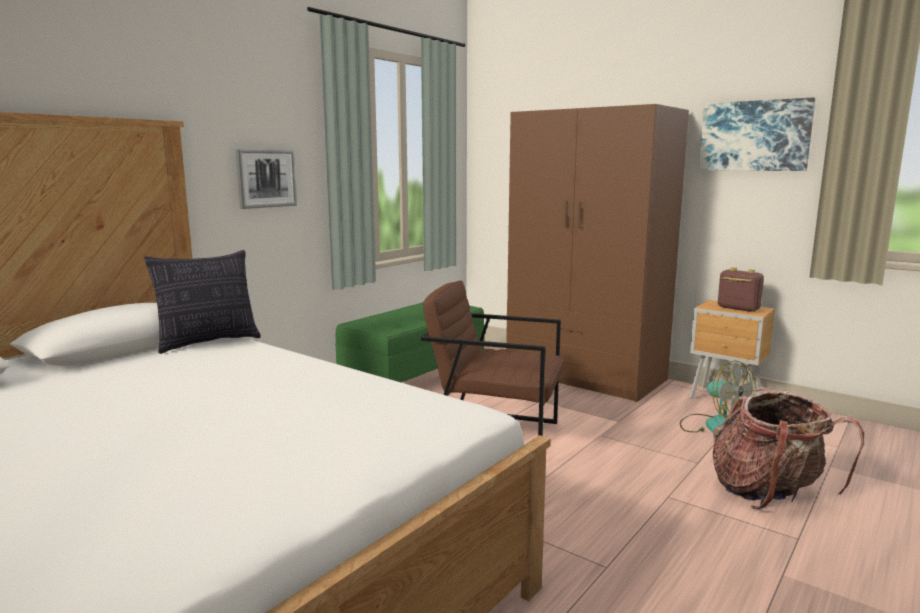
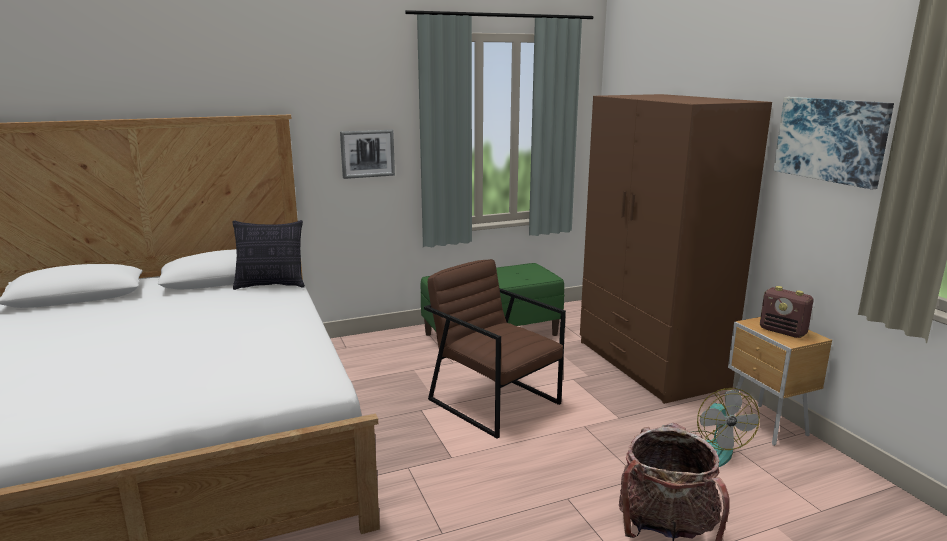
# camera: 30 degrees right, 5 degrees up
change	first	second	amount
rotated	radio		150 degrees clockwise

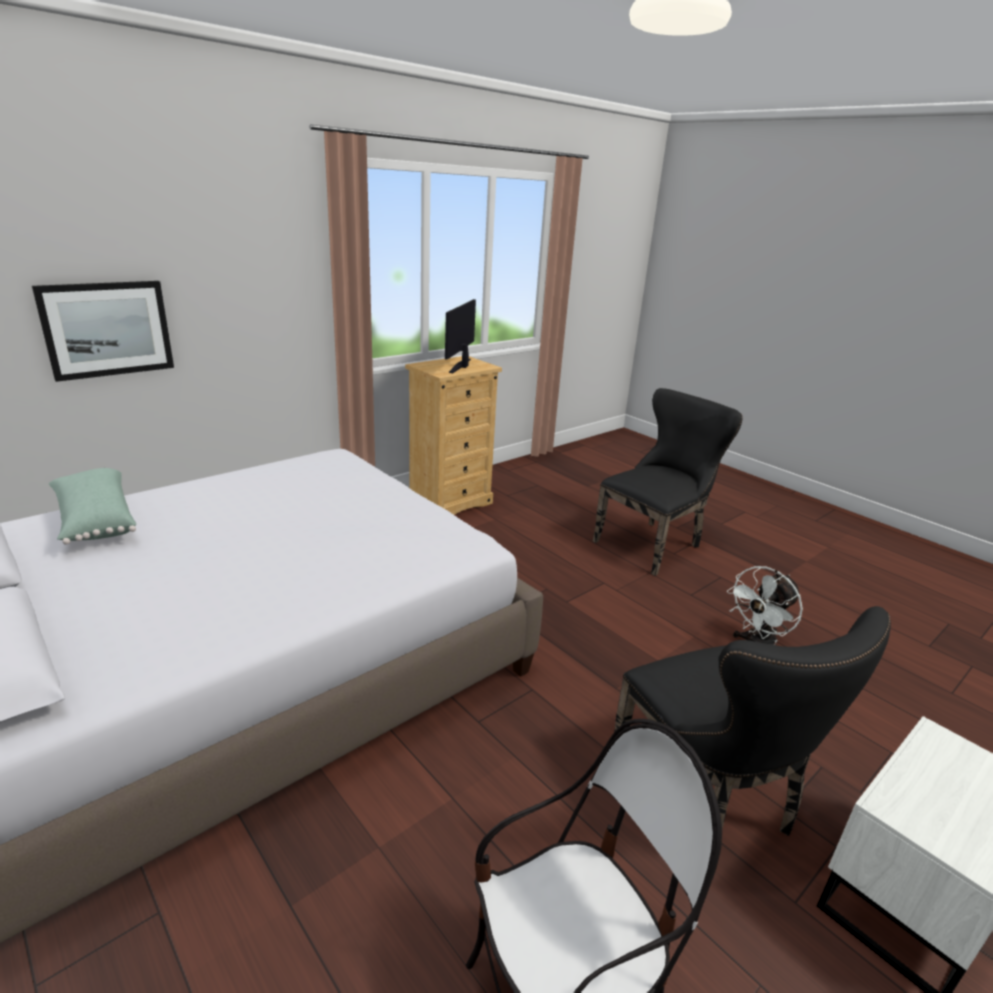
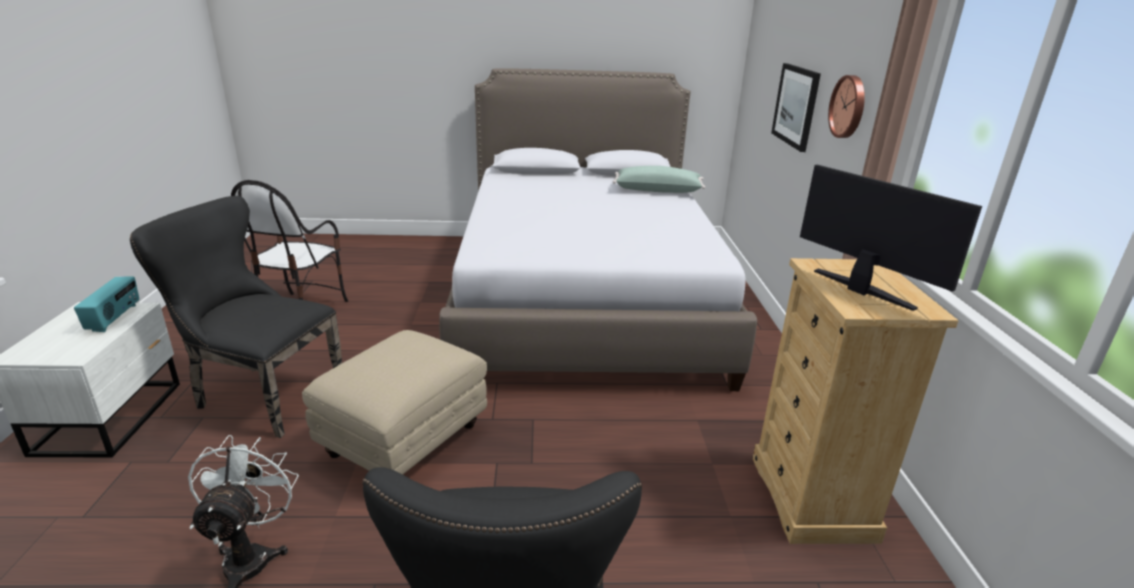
# camera: 130 degrees right, 0 degrees up
change	first	second	amount
new		wall clock	
new		radio	
new		beige ottoman	

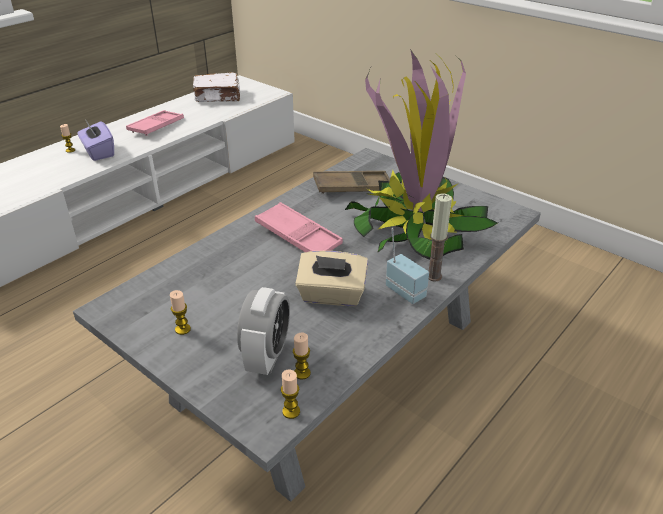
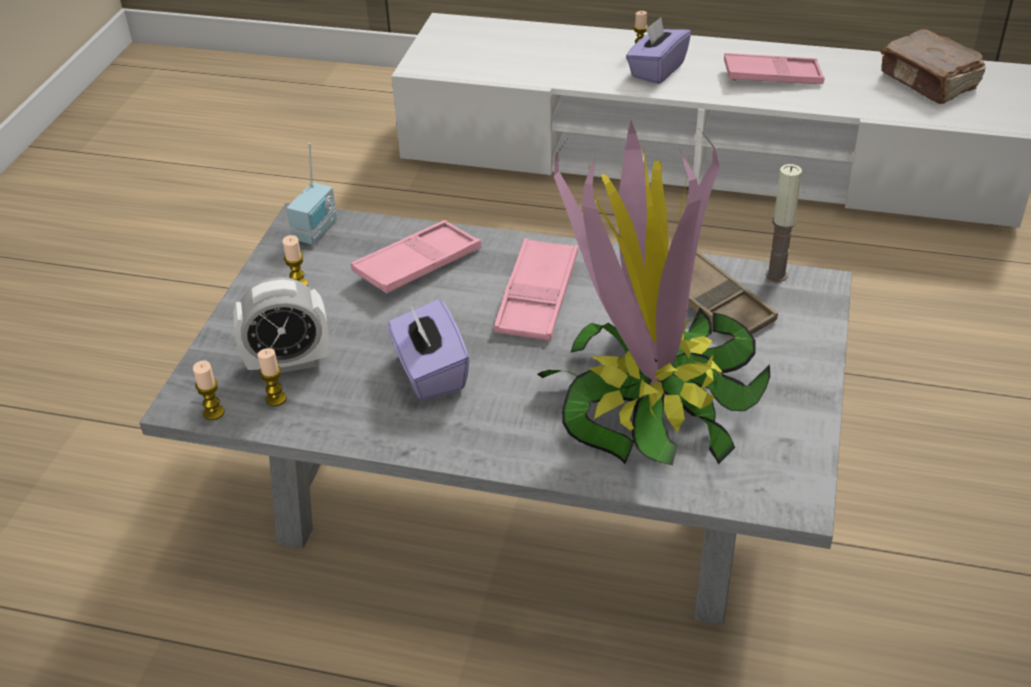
# camera: 65 degrees right, 5 degrees up
change	first	second	amount
repainted	white book	brown book	
shifted	candle (no. 5 from left)		
shifted	radio		
repainted	beige tissue box	purple tissue box (no. 1 from left)	
new		pink tray (no. 1 from left)	

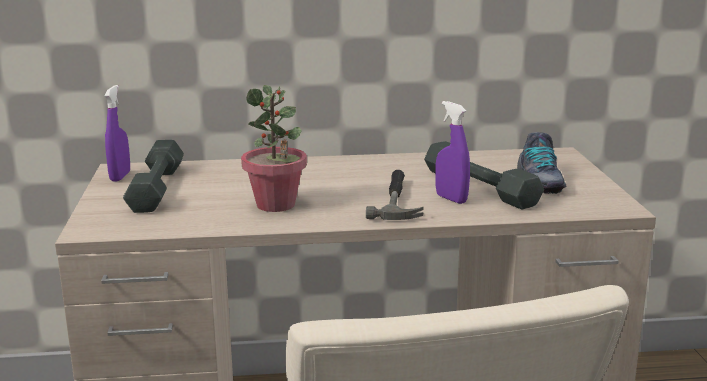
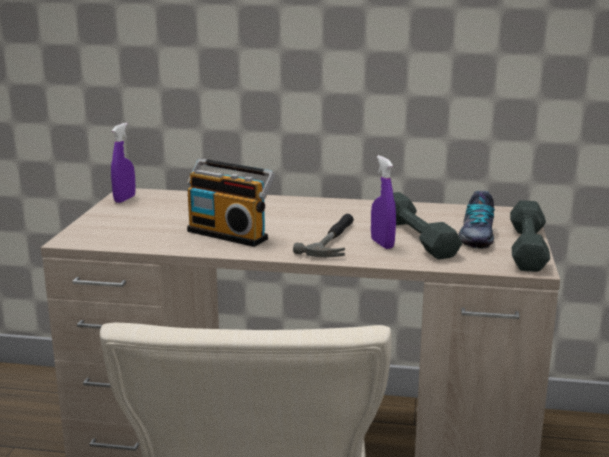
# camera: 15 degrees right, 0 degrees up
change	first	second	amount
swapped	potted plant	radio	
shifted	grey dumbbell (no. 1 from left in the first image)	grey dumbbell (no. 2 from left)	

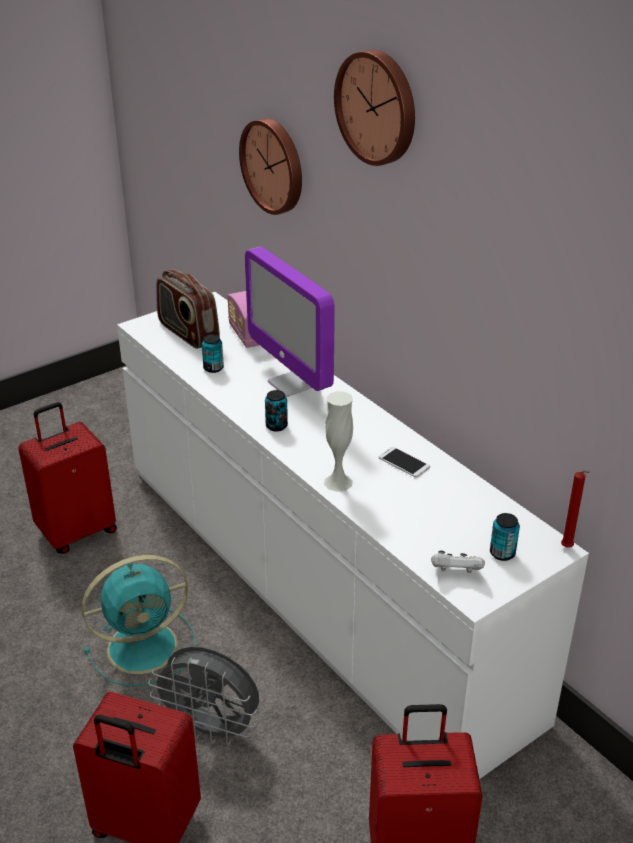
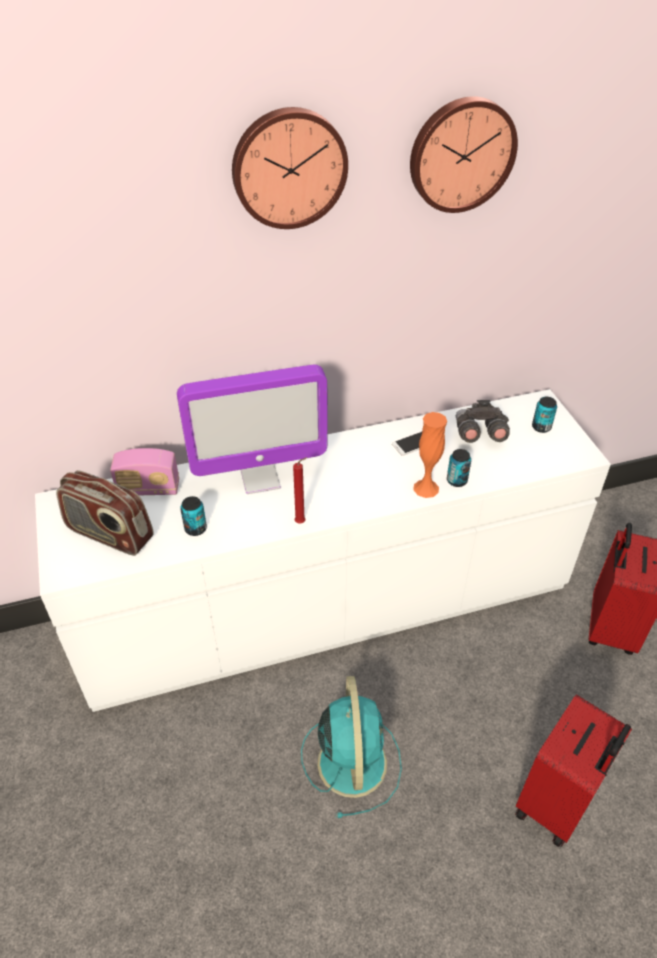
# camera: 70 degrees left, 10 degrees up
change	first	second	amount
shifted	wall clock (no. 1 from left in the first image)	wall clock (no. 2 from left)	
rotated	radio (no. 1 from left)		45 degrees clockwise
shifted	can (no. 2 from left)		
repainted	white vase	orange vase	
gone	red suitcase (no. 1 from left)		
shifted	red candle		
gone	white game controller		
gone	grey fan		
new		grey binoculars	

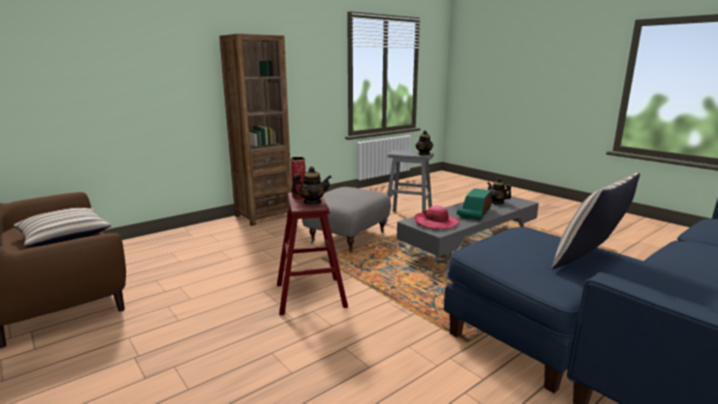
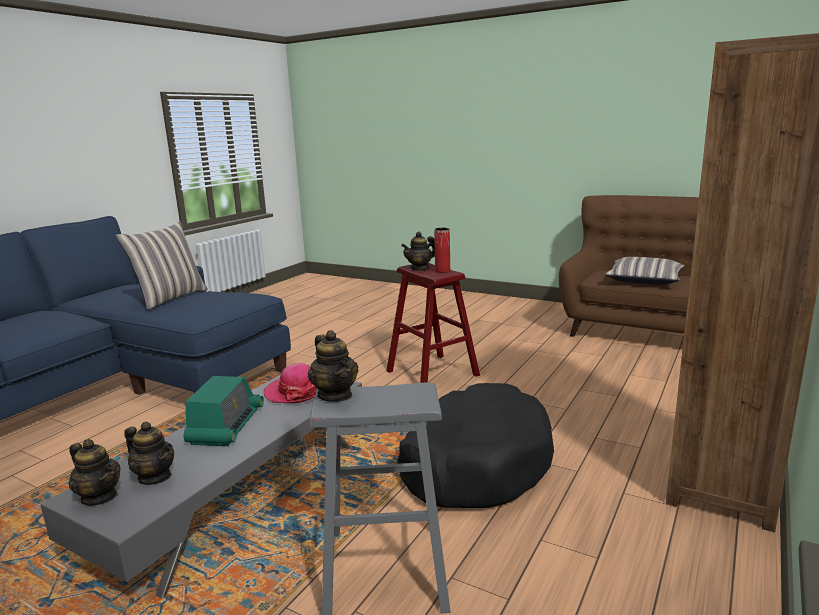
# camera: 160 degrees right, 0 degrees up
change	first	second	amount
swapped	grey ottoman	black dog bed	
new		teapot (no. 1 from left)	

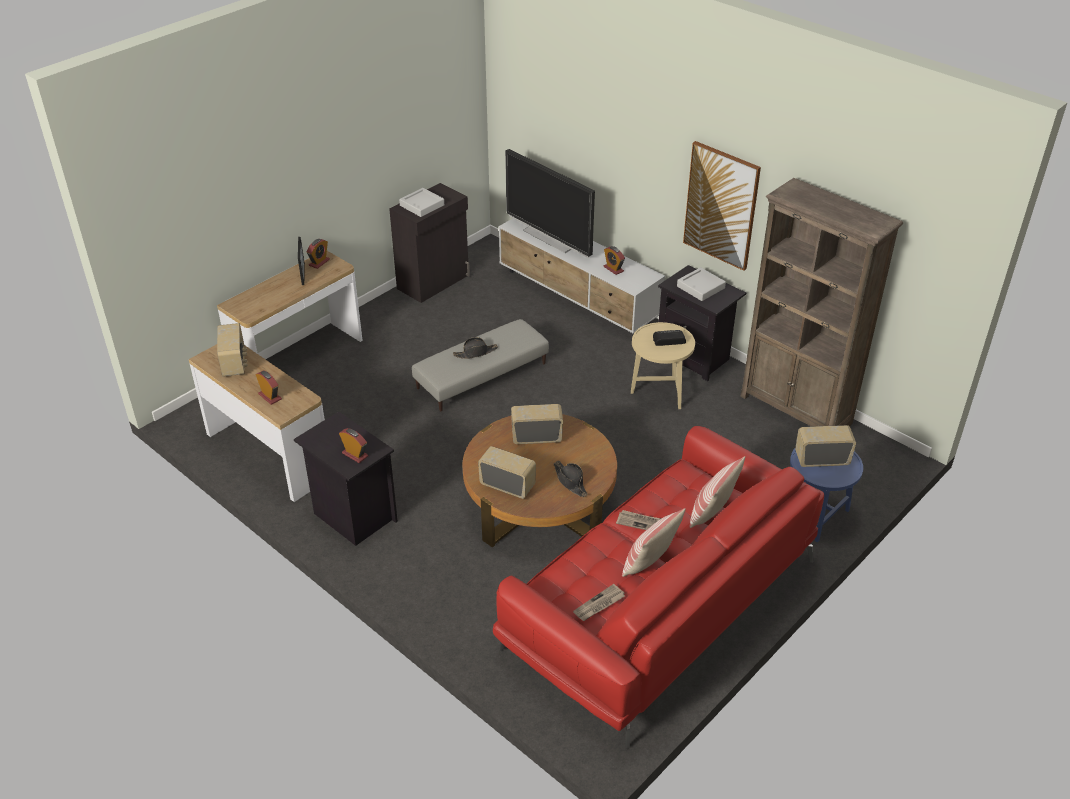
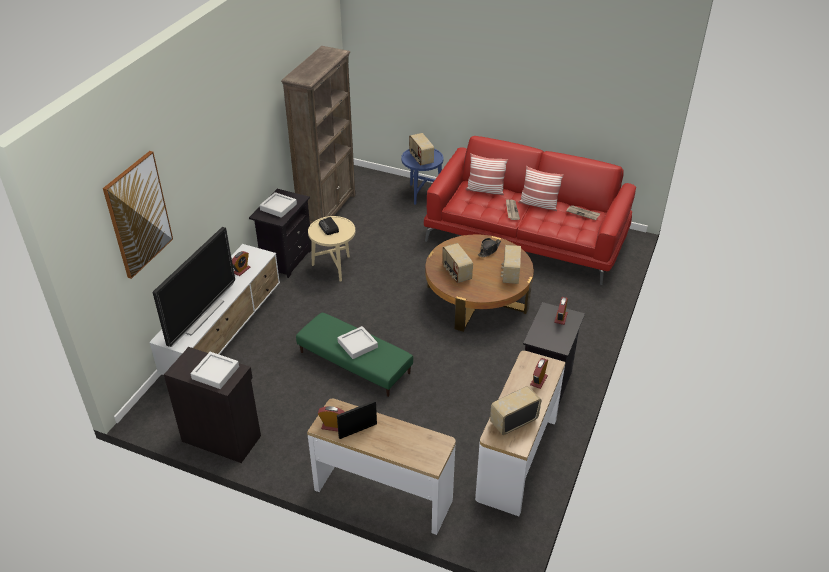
# camera: 110 degrees left, 0 degrees up
change	first	second	amount
shifted	picture		
repainted	grey ottoman	green ottoman	
swapped	black hat (no. 1 from left)	grey tray (no. 3 from left)	

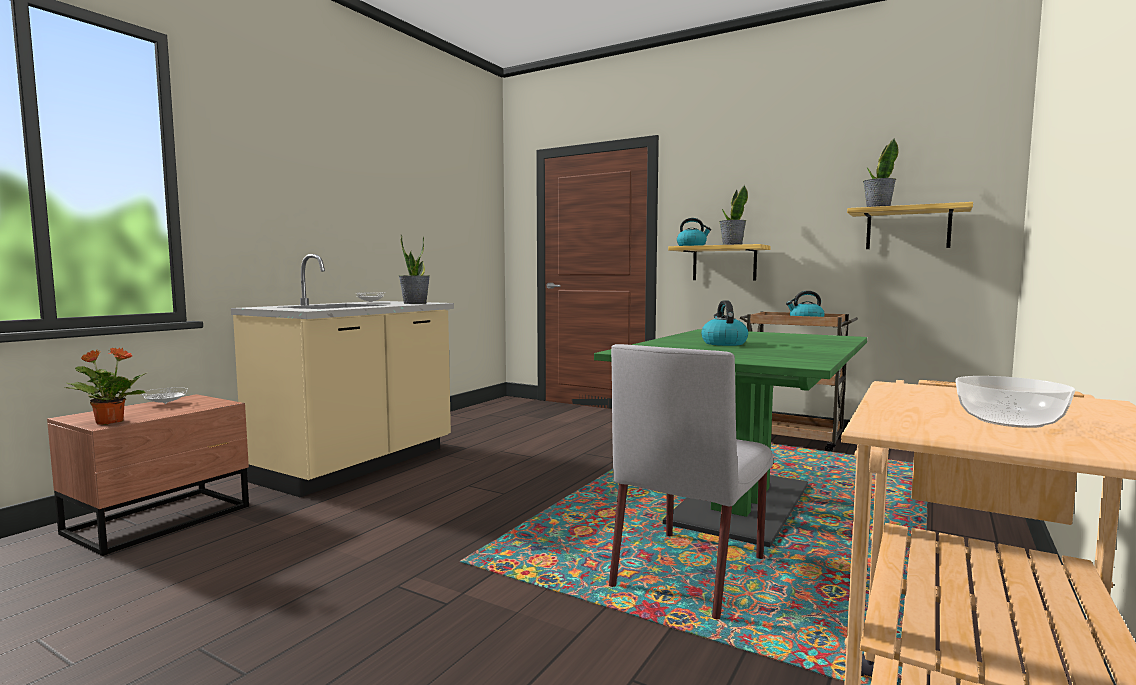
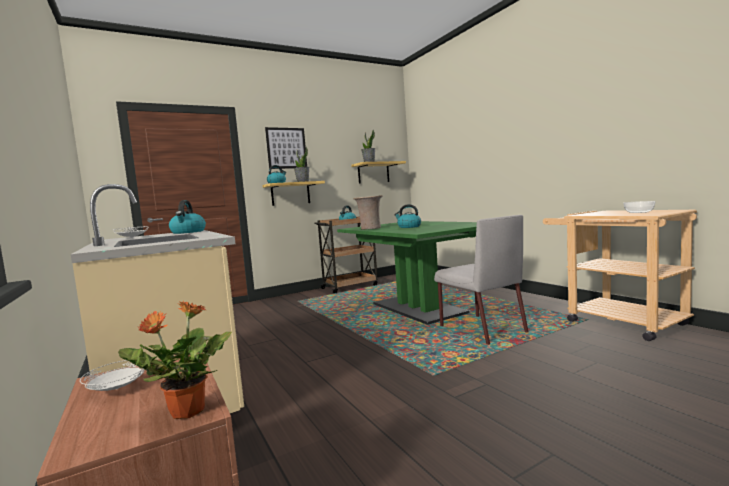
# camera: 60 degrees left, 0 degrees up
change	first	second	amount
swapped	potted plant (no. 2 from left)	kettle (no. 1 from left)	
new		picture	
new		beige vase	

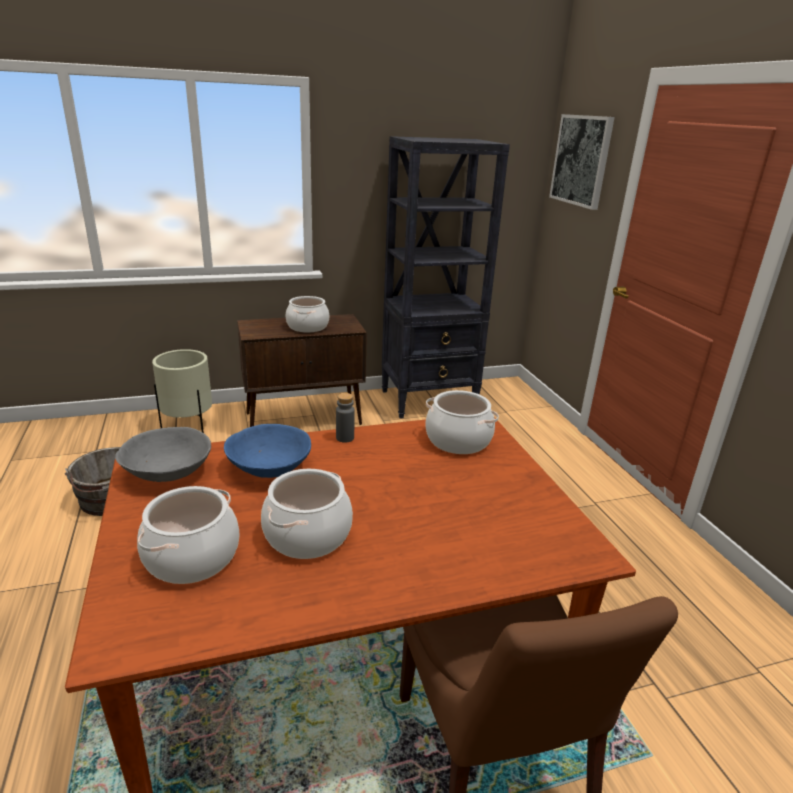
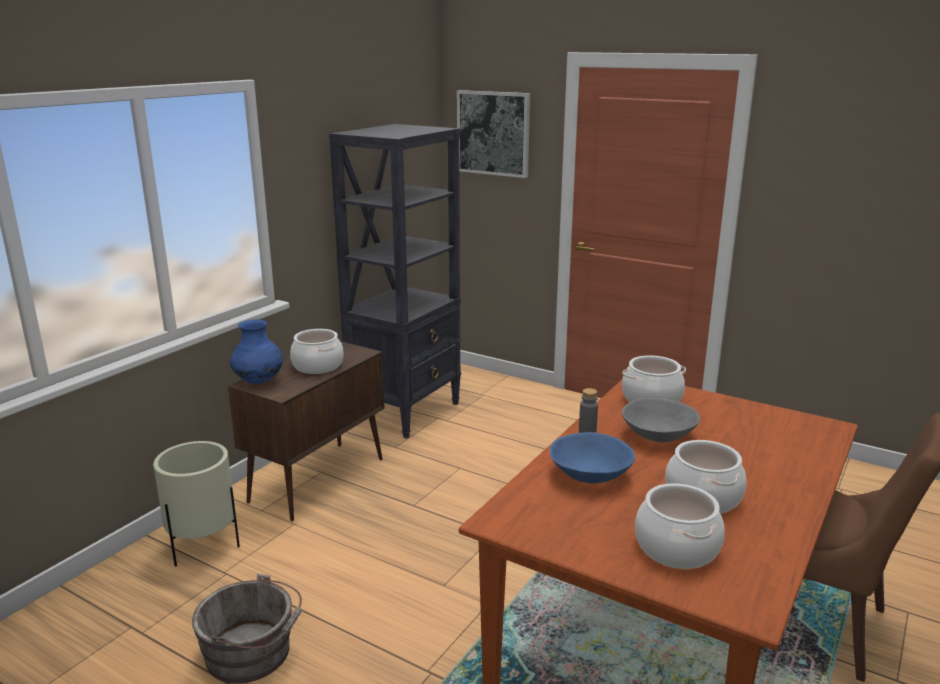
# camera: 40 degrees left, 5 degrees down
change	first	second	amount
shifted	grey bowl		
new		blue vase	

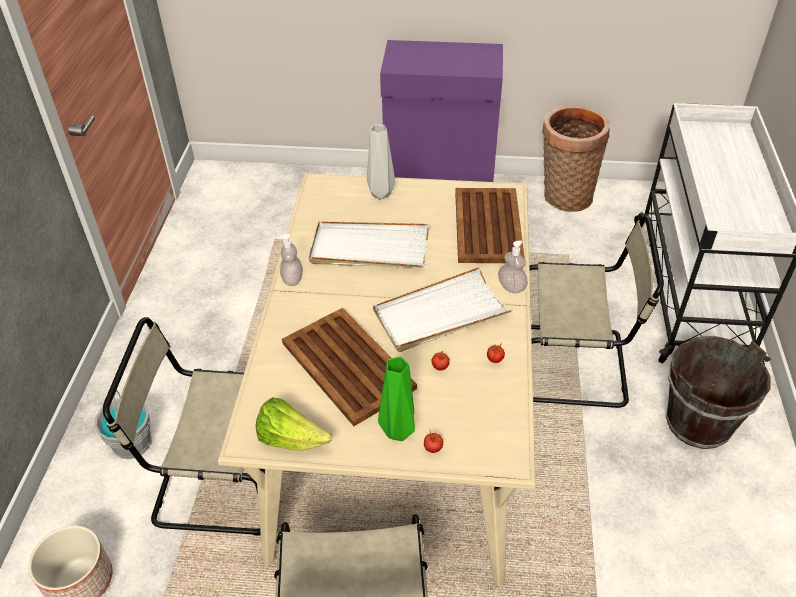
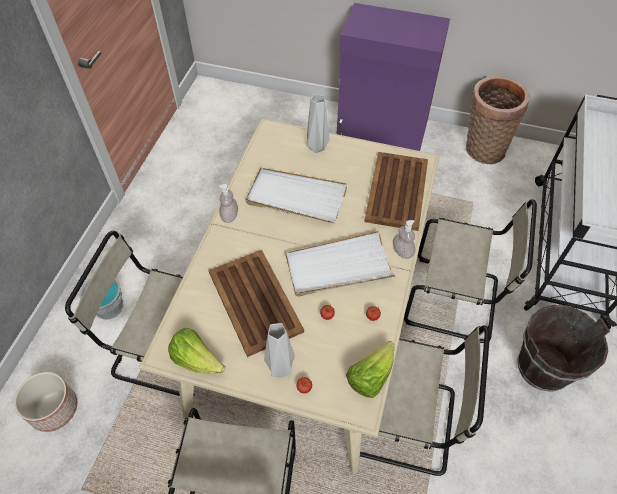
# camera: 10 degrees right, 10 degrees up
change	first	second	amount
repainted	green vase	grey vase (no. 1 from left)	
new		beige chair (no. 3 from left)	
new		lettuce (no. 2 from left)	

